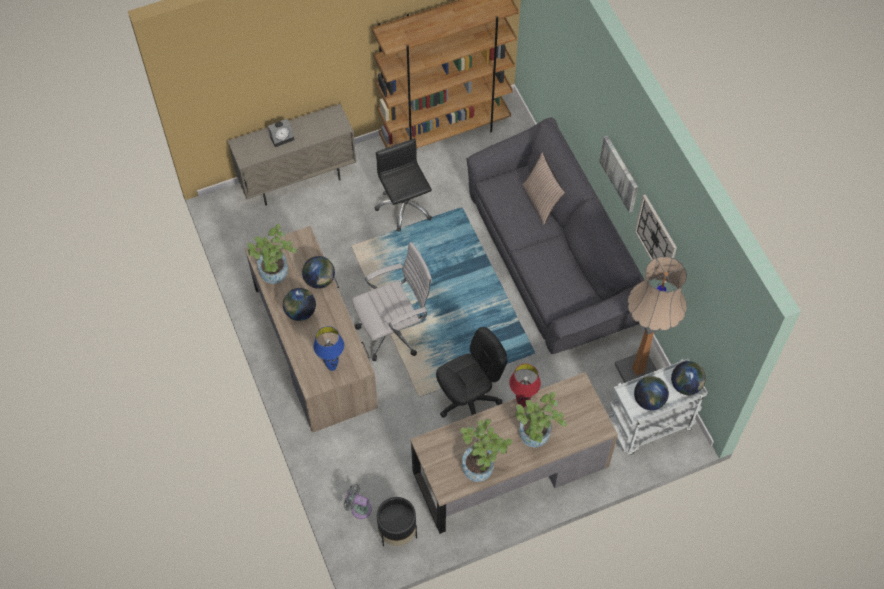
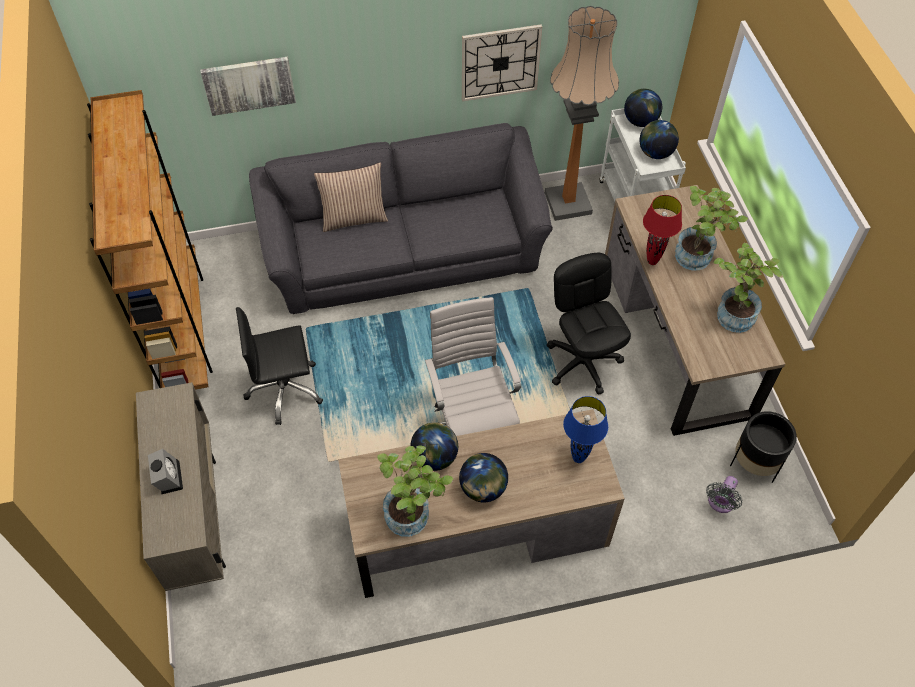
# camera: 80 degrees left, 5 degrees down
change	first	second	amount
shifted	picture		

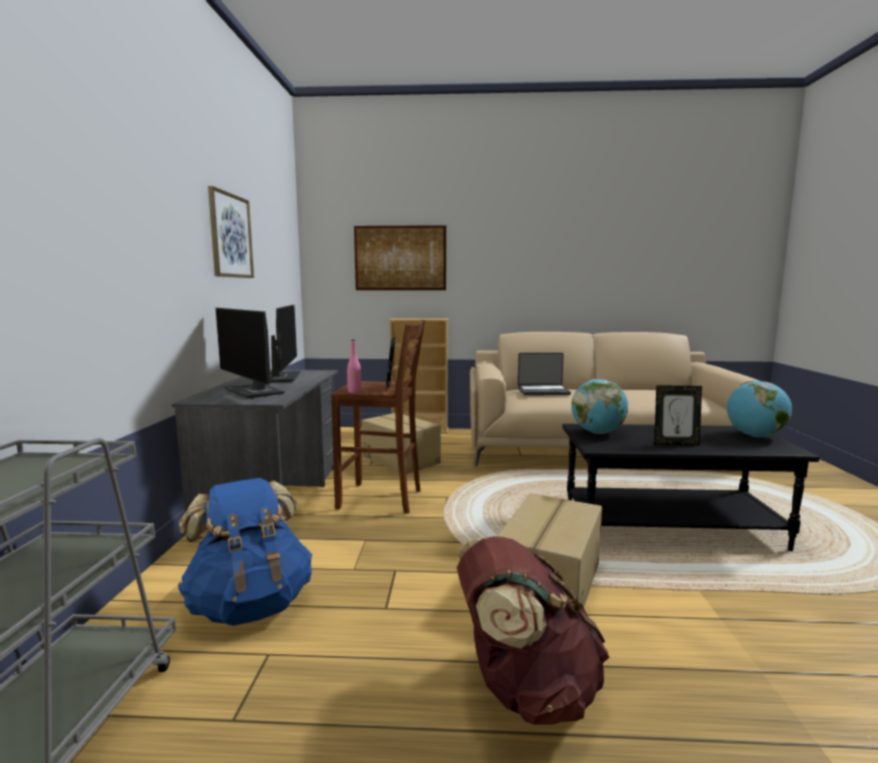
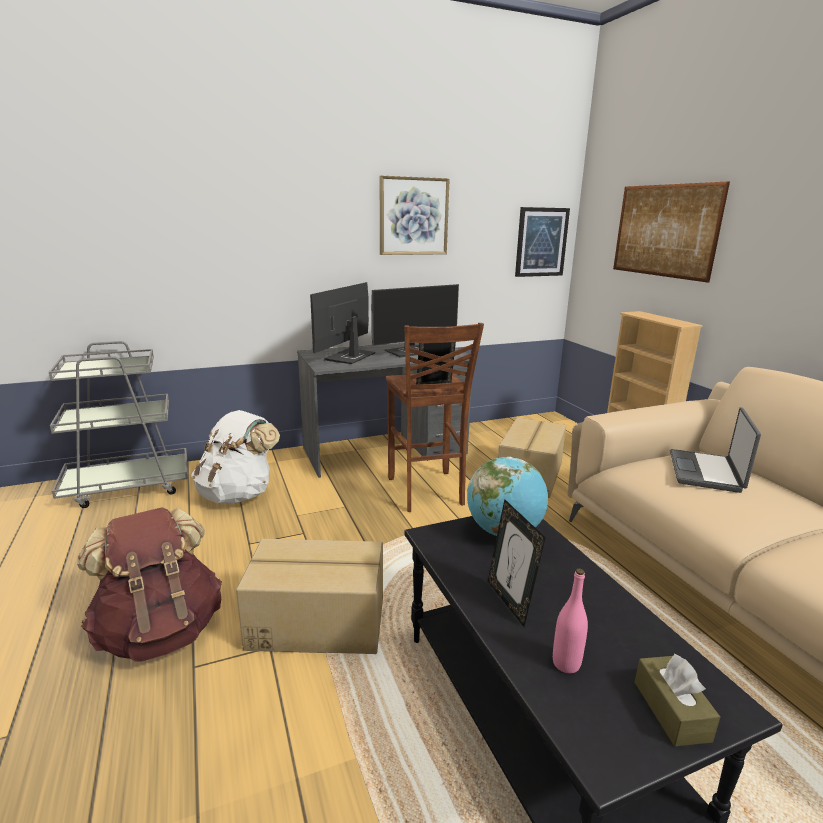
# camera: 65 degrees right, 10 degrees up
change	first	second	amount
shifted	pink bottle		
rotated	laptop		45 degrees clockwise
swapped	globe (no. 2 from left)	brown tissue box	
repainted	blue backpack	white backpack	
new		picture (no. 2 from left)	

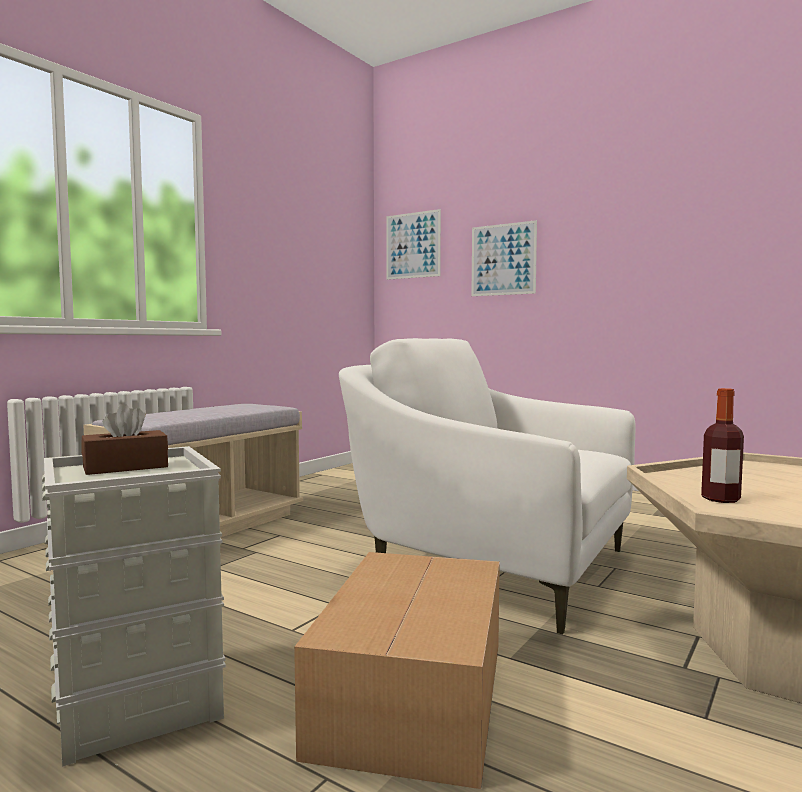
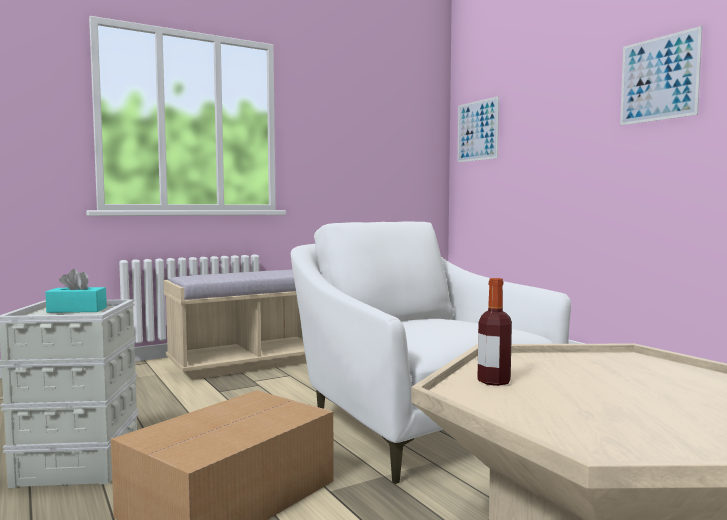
# camera: 25 degrees right, 0 degrees up
change	first	second	amount
shifted	picture (no. 2 from left)		
repainted	brown tissue box	turquoise tissue box	

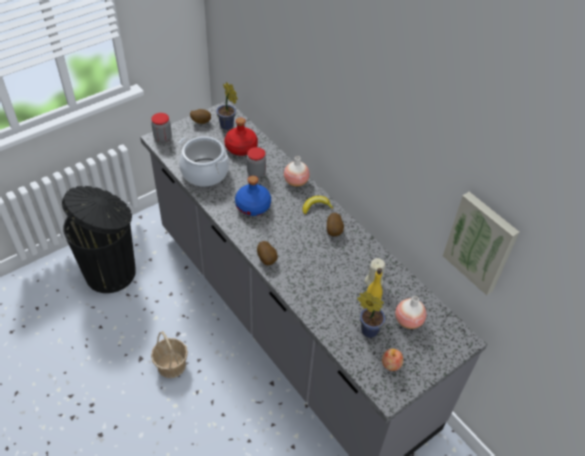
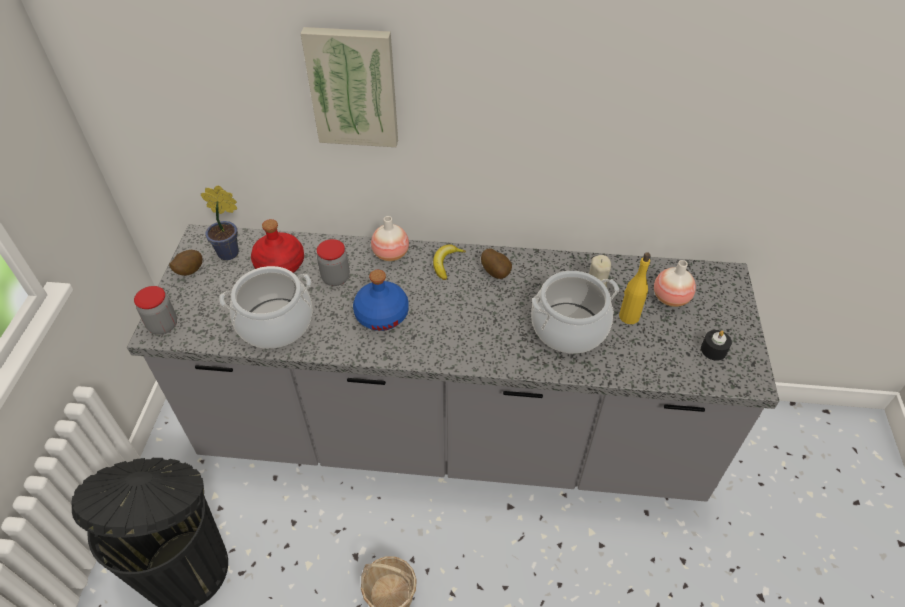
# camera: 45 degrees left, 0 degrees up
change	first	second	amount
shifted	picture		
gone	potato (no. 2 from left)		
gone	potted plant (no. 2 from left)		
swapped	apple	black candle	
new		cooking pot (no. 2 from left)	

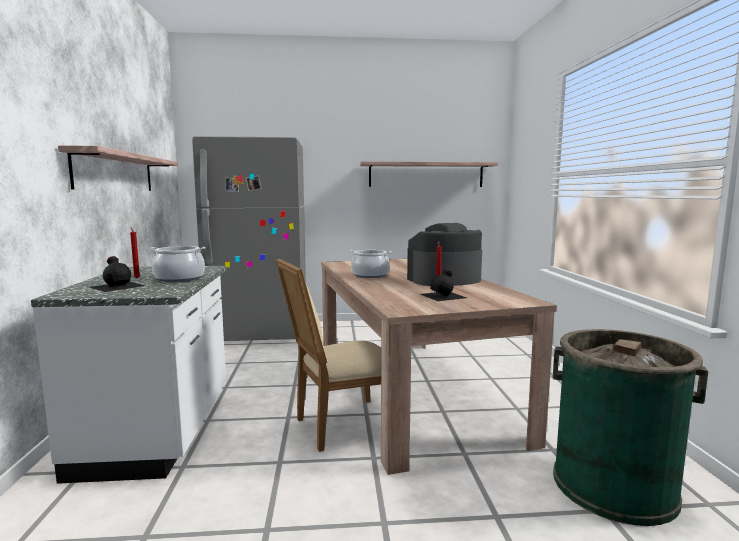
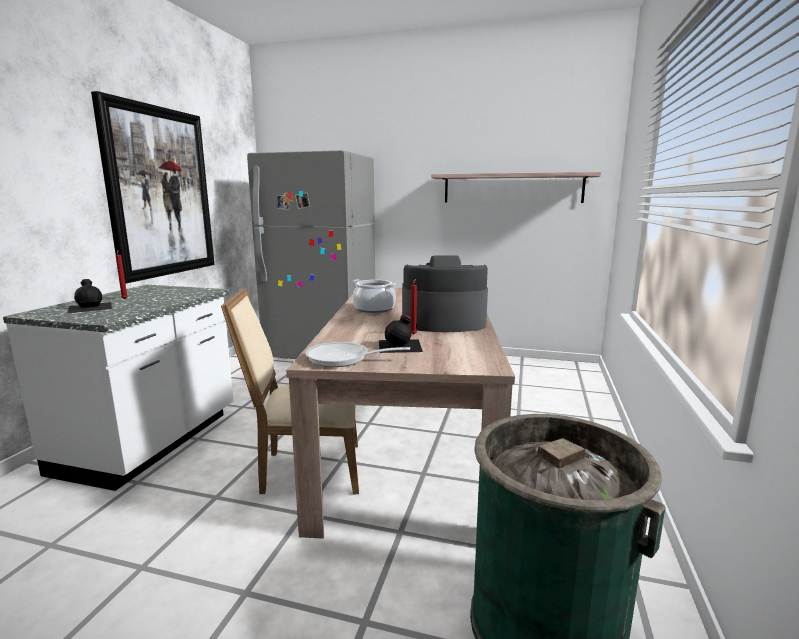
# camera: 20 degrees right, 5 degrees up
change	first	second	amount
swapped	shelf (no. 1 from left)	picture	
gone	cooking pot (no. 1 from left)		
new		frying pan	

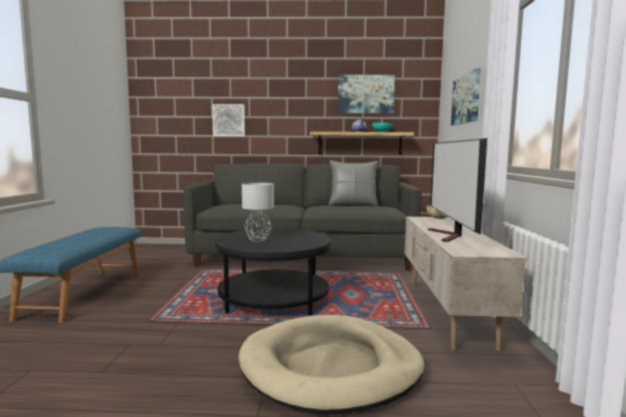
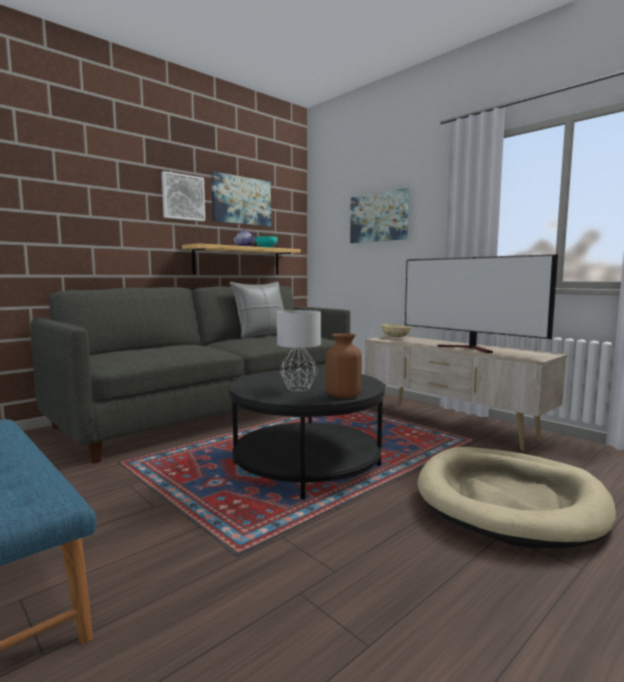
# camera: 45 degrees left, 0 degrees up
change	first	second	amount
shifted	picture (no. 1 from left)		
new		brown vase	

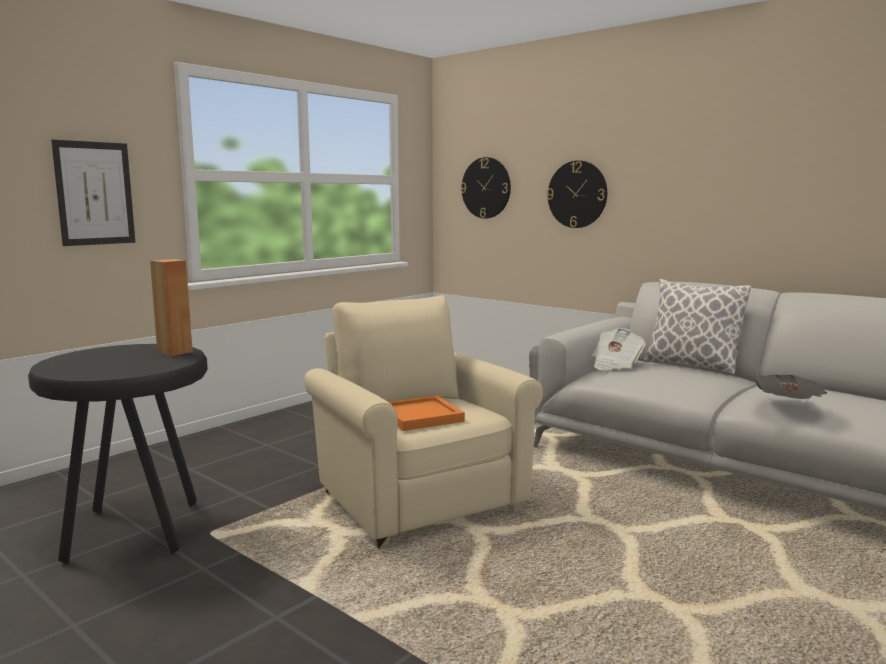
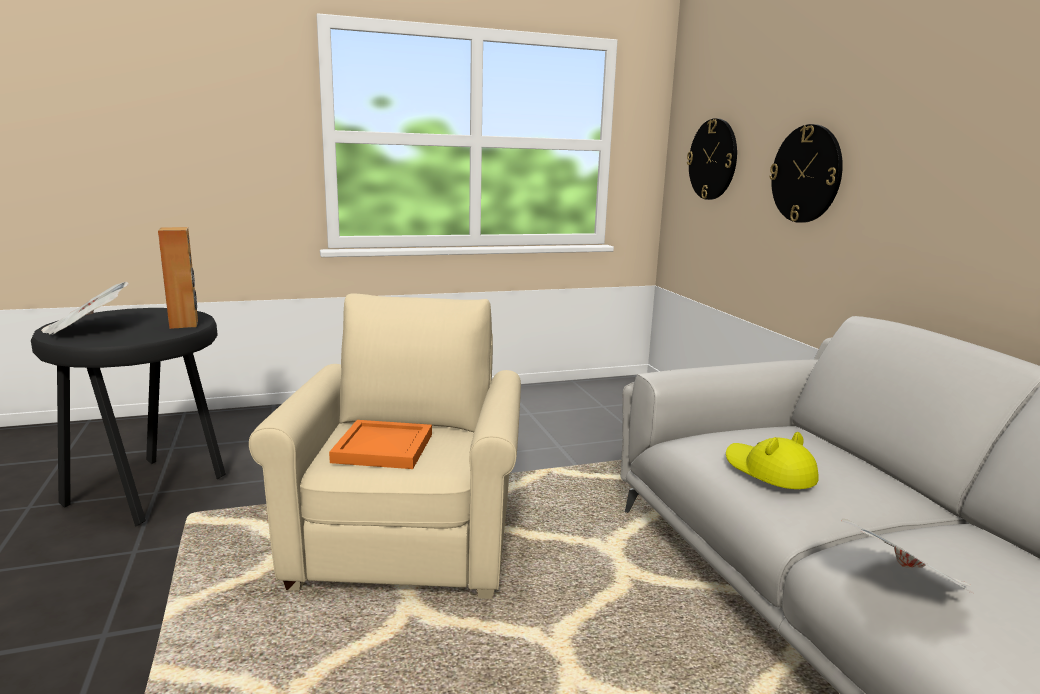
# camera: 30 degrees right, 5 degrees up
change	first	second	amount
gone	picture		
gone	pillow		
shifted	newspaper (no. 1 from left)		
new		yellow hat	

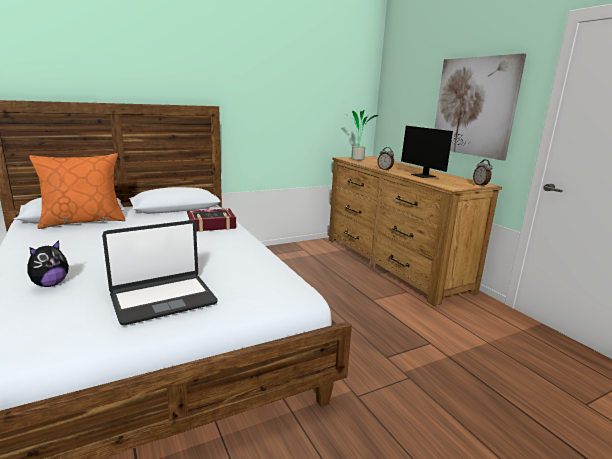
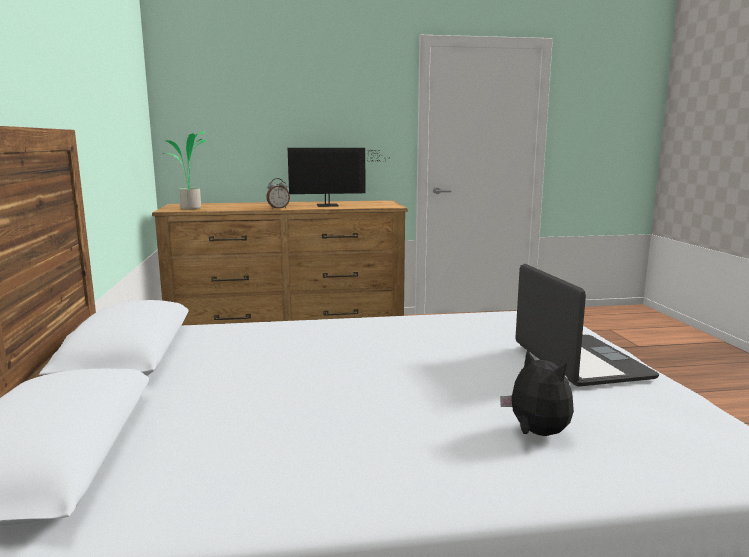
# camera: 70 degrees left, 5 degrees down
change	first	second	amount
gone	picture		
gone	orange pillow		
gone	alarm clock (no. 2 from left)		
gone	book		

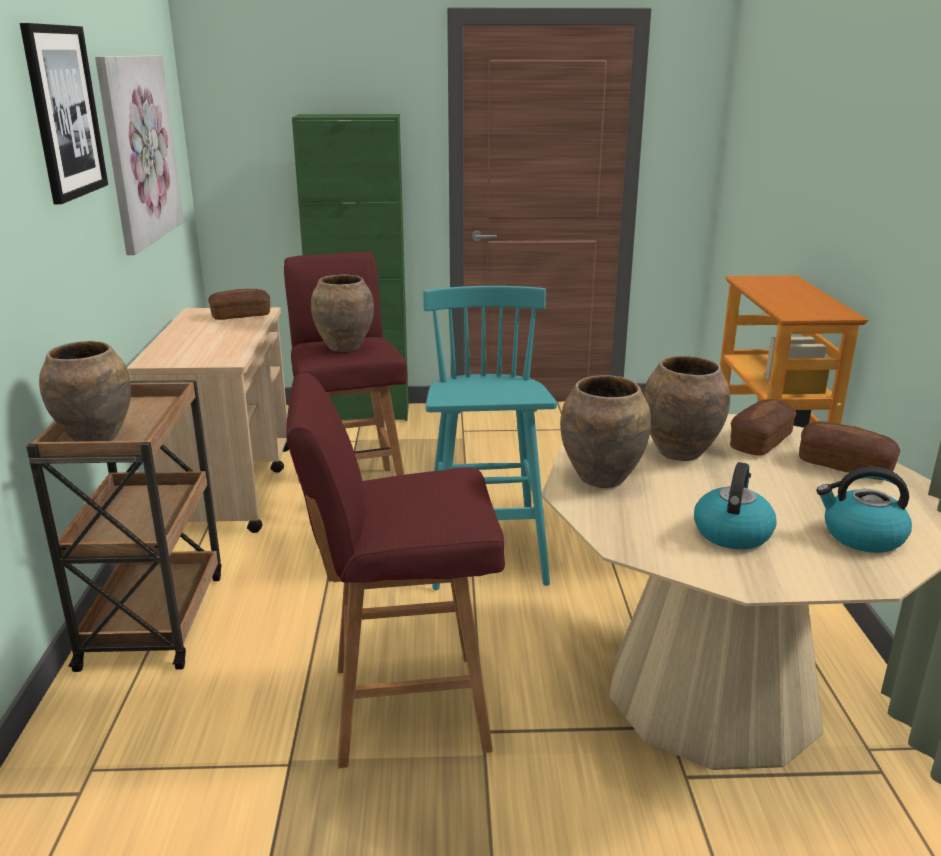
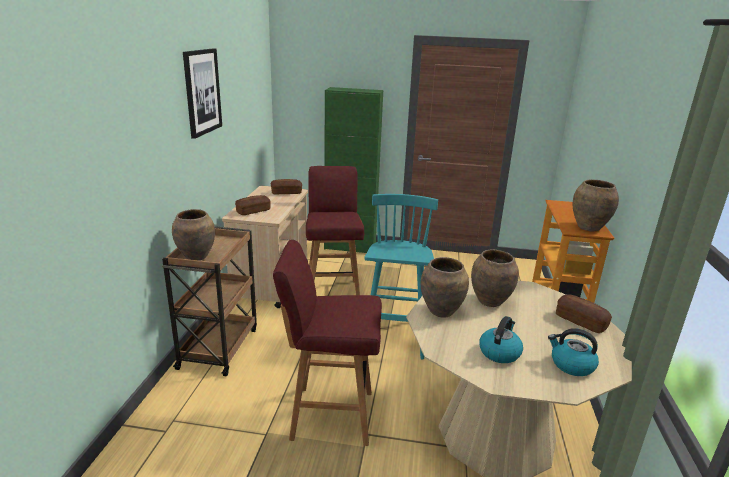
# camera: 10 degrees right, 0 degrees up
change	first	second	amount
gone	picture (no. 2 from left)		
shifted	brown vase (no. 2 from left in the first image)	brown vase (no. 4 from left)	
shifted	bread (no. 2 from left in the first image)	bread (no. 1 from left)	

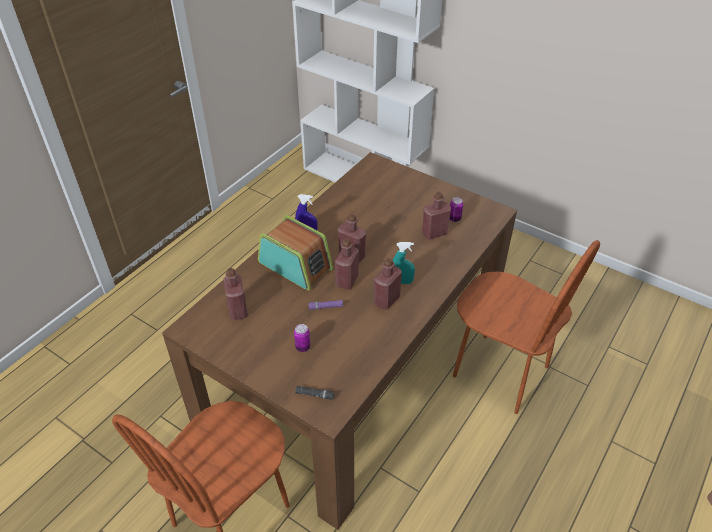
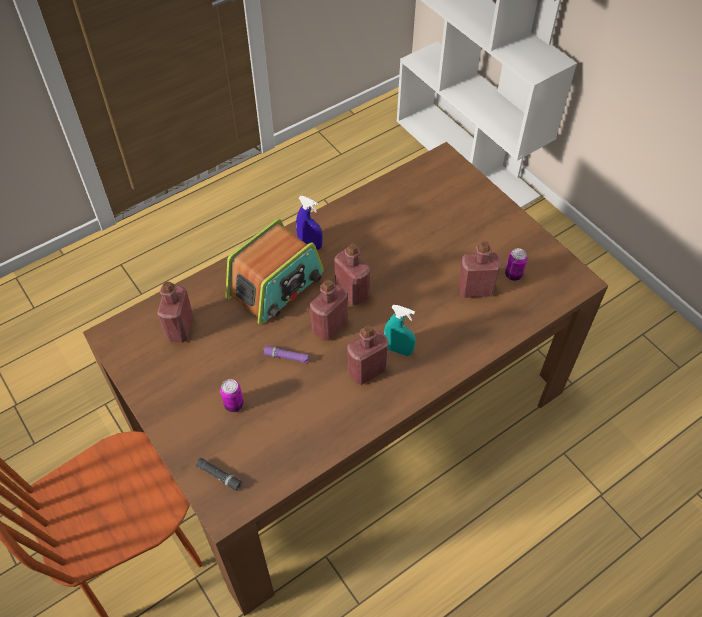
# camera: 20 degrees right, 10 degrees up
change	first	second	amount
rotated	radio		75 degrees clockwise
gone	brown chair (no. 2 from left)		

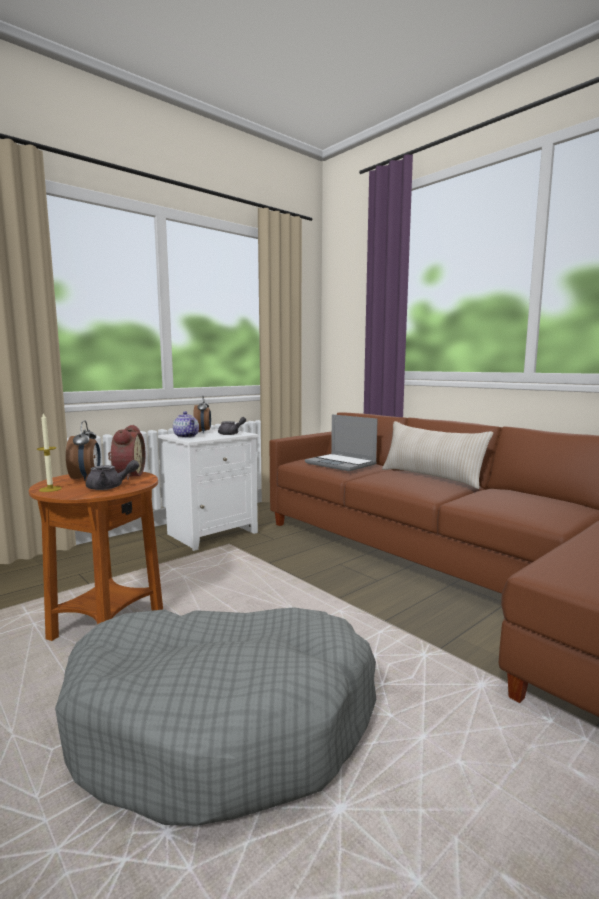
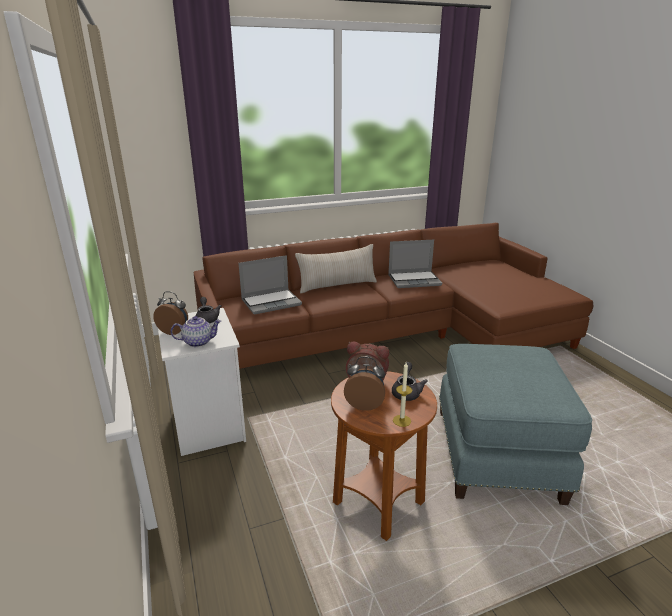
# camera: 70 degrees left, 15 degrees up
change	first	second	amount
swapped	grey dog bed	blue ottoman	
new		laptop (no. 2 from left)	

